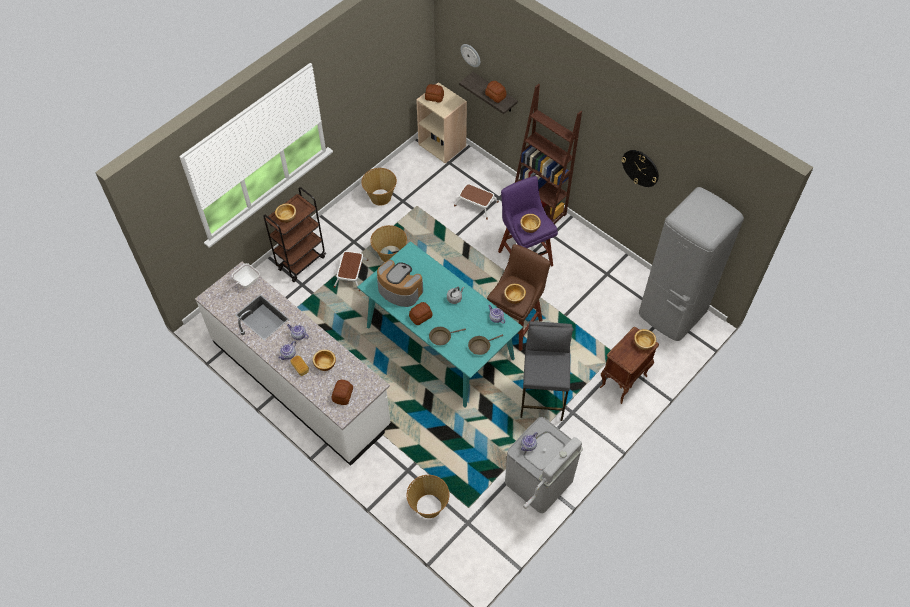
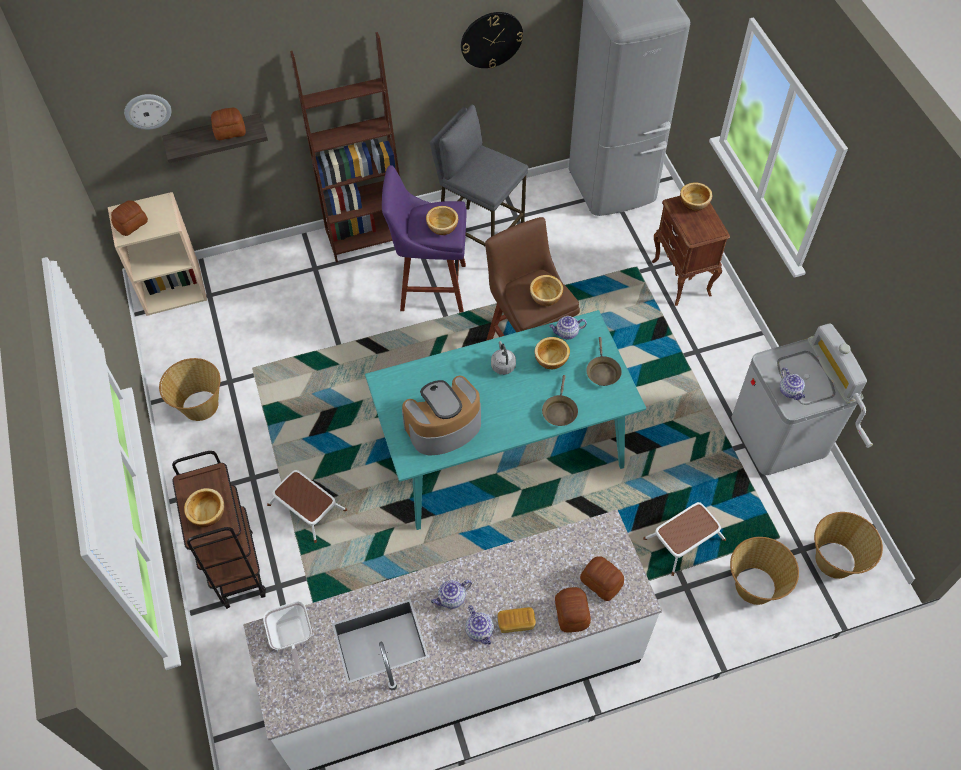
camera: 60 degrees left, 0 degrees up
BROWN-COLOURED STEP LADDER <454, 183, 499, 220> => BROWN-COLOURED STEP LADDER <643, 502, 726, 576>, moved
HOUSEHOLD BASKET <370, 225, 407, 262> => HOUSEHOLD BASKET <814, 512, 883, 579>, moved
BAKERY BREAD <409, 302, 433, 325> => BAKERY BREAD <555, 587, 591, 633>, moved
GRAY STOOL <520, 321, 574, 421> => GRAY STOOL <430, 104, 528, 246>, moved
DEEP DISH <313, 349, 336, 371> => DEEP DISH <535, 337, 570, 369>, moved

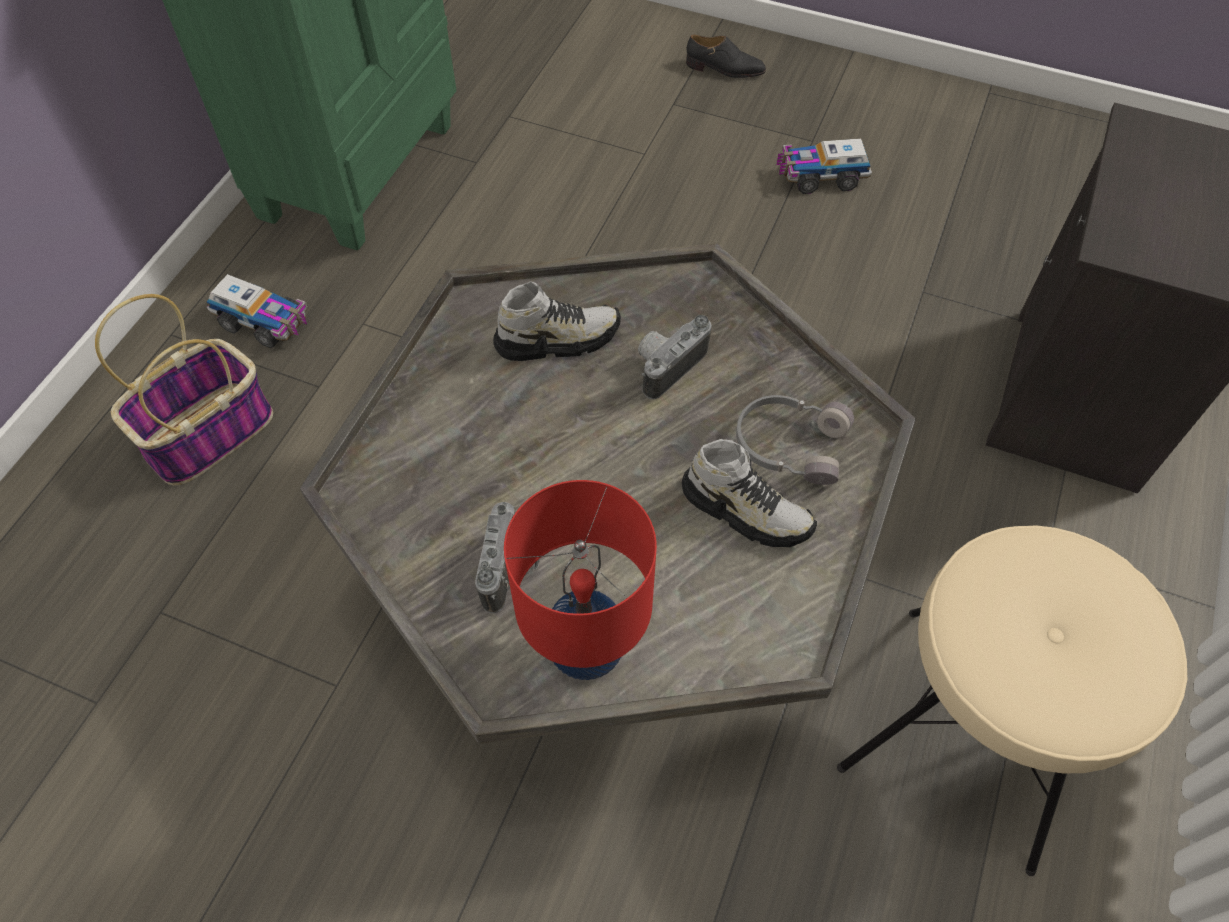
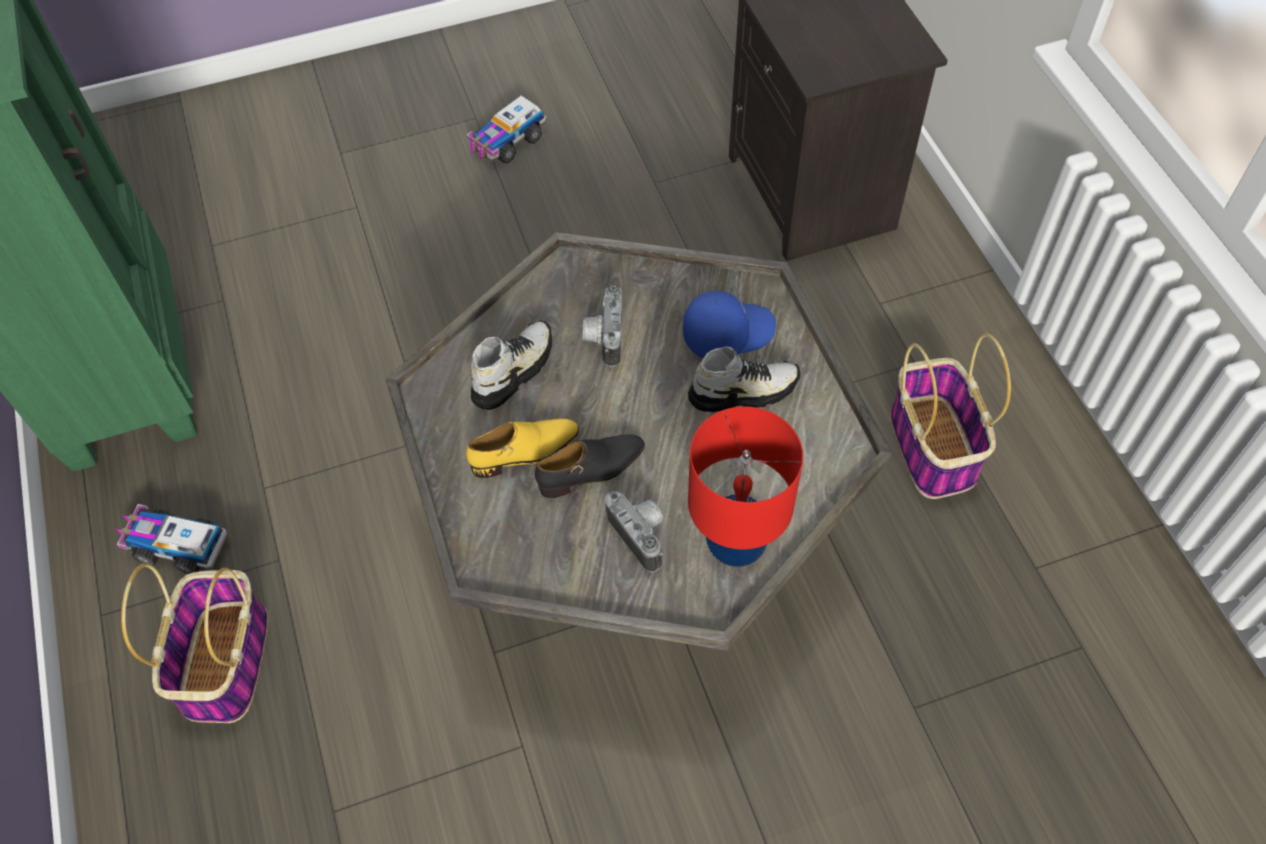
camera: 40 degrees left, 0 degrees up
BLACK ITEM OF FOOTWEAR <686, 35, 766, 78> => BLACK ITEM OF FOOTWEAR <535, 434, 645, 498>, moved
TOY TRUCK <207, 274, 307, 349> => TOY TRUCK <116, 504, 228, 574>, 150 degrees counterclockwise
GRAY HEADPHONES <736, 395, 854, 485> => BLUISH CAP <683, 291, 776, 358>
BEIGE-COLOURED STOOL <837, 525, 1187, 876> => HOUSEHOLD BASKET <890, 333, 1011, 499>
nothing => YELLOW ITEM OF FOOTWEAR <466, 419, 579, 478>

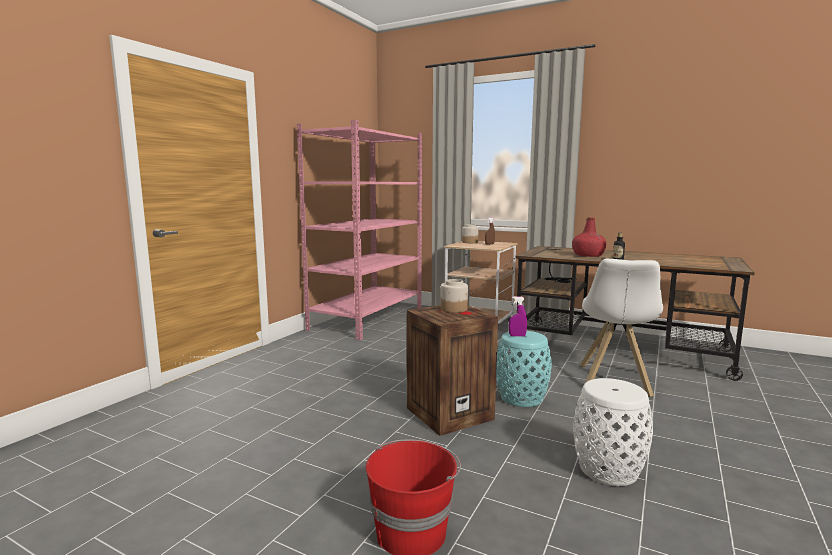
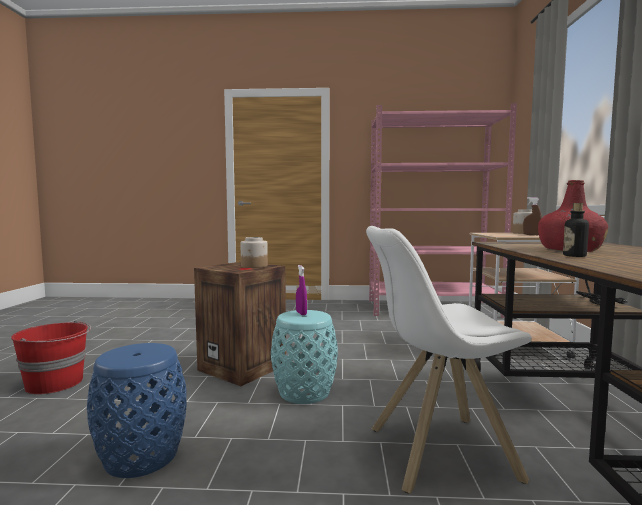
camera: 65 degrees right, 5 degrees down
WHITE STOOL <573, 378, 653, 486> => BLUISH STOOL <87, 343, 187, 478>

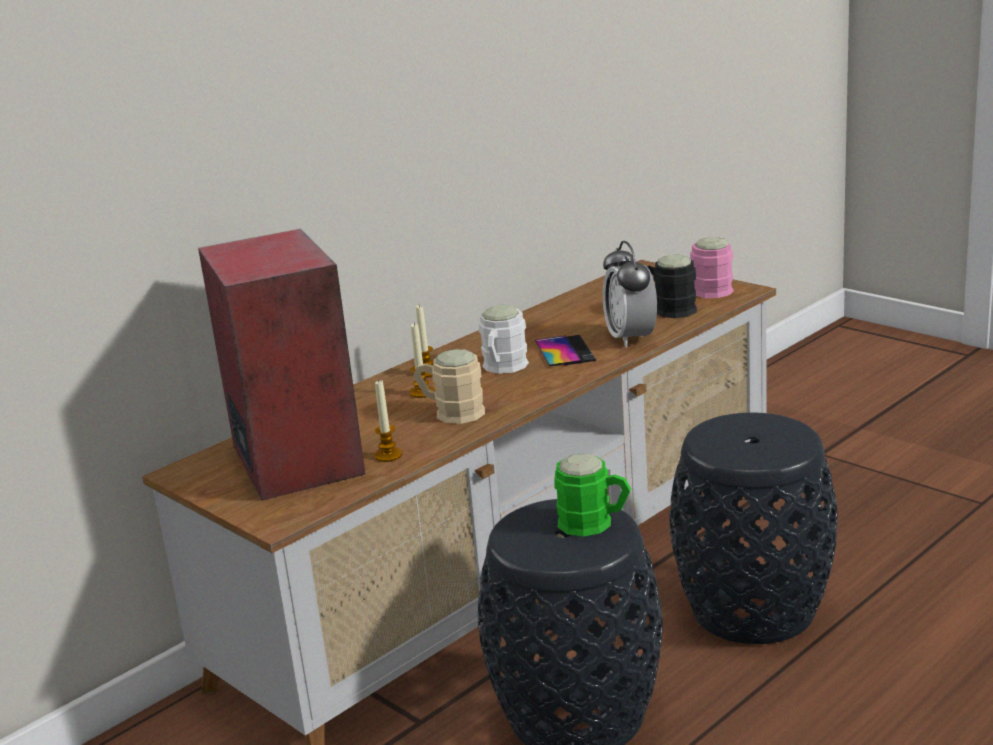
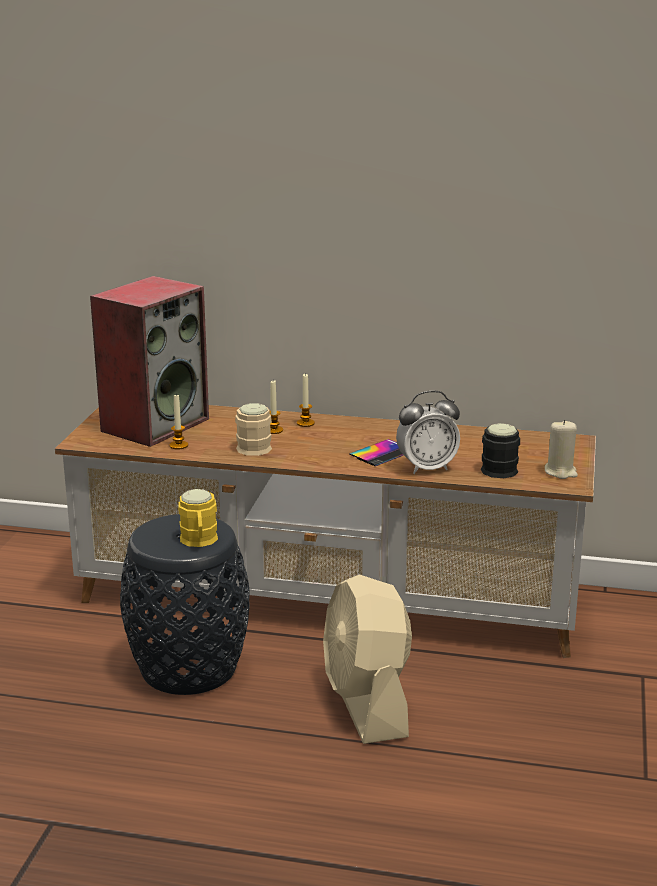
camera: 55 degrees right, 0 degrees up
PINKISH TEA MUG <690, 237, 734, 298> => BEIGE-COLOURED CANDLE <545, 420, 578, 479>
TABLE CLOCK <603, 241, 657, 348> => TABLE CLOCK <396, 390, 460, 474>, 150 degrees counterclockwise
WHITE TEA MUG <479, 305, 529, 374> => nothing
BLACK STOOL <669, 412, 838, 644> => BEIGE-COLOURED ELECTRIC FAN <323, 574, 412, 744>
GREEN TEA MUG <554, 453, 631, 537> => YELLOW TEA MUG <178, 489, 218, 547>

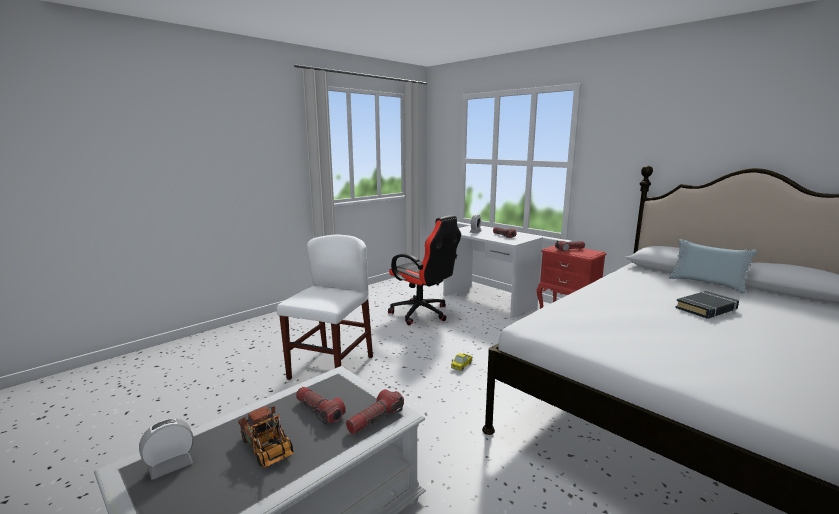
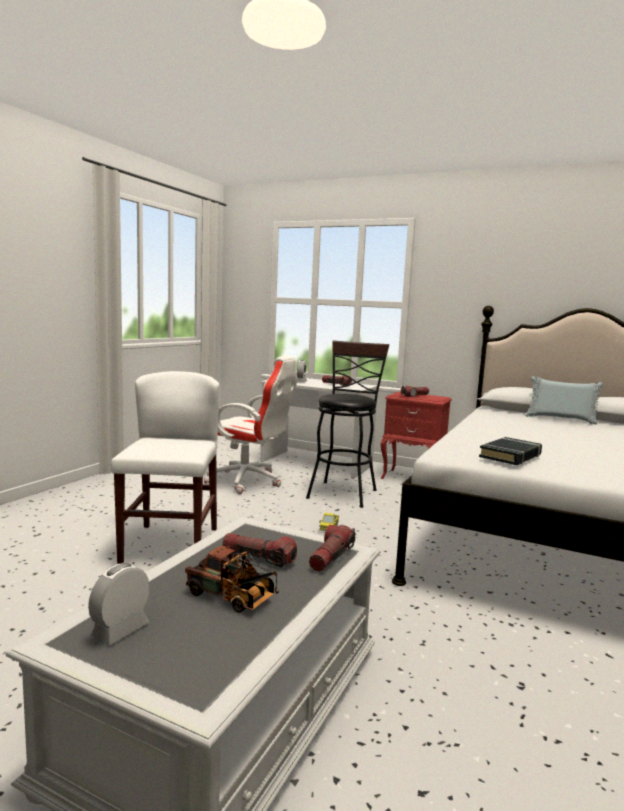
camera: 20 degrees left, 5 degrees down
BLACK DESK CHAIR <388, 215, 461, 326> => WHITE DESK CHAIR <204, 356, 298, 494>
BLACK VOLUME <675, 291, 739, 319> => BLACK VOLUME <479, 437, 542, 465>, moved
nothing => BLACK STOOL <306, 340, 389, 508>

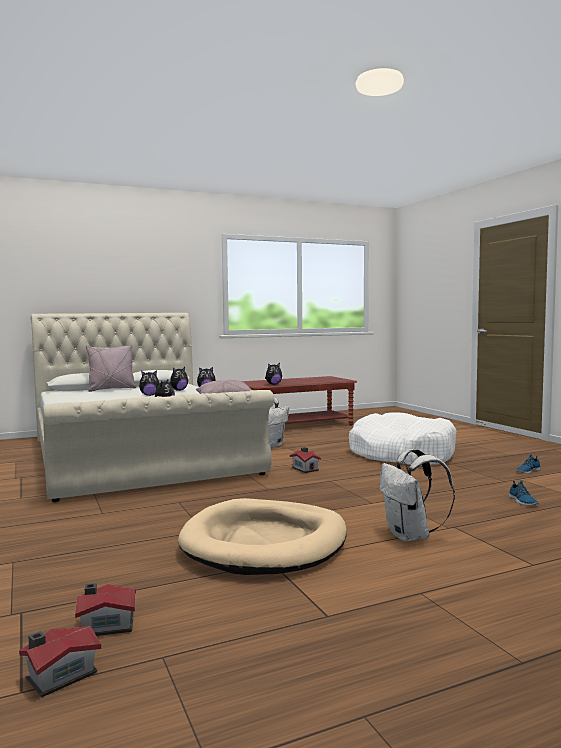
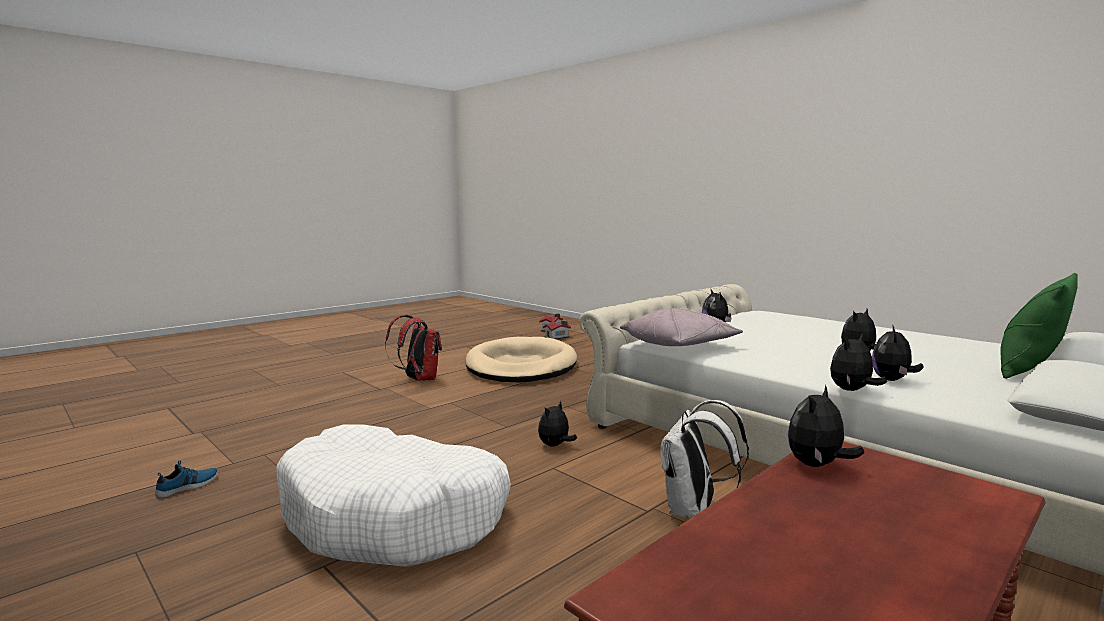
camera: 160 degrees right, 5 degrees up
PURPLE PILLOW <86, 345, 137, 392> => GREEN PILLOW <1000, 273, 1078, 379>
MODEL HOUSE <290, 447, 321, 473> => SOFT TOY <538, 401, 577, 446>
WHITE BACKPACK <380, 449, 455, 542> => REDDISH BACKPACK <385, 315, 442, 381>
ITEM OF FOOTWEAR <508, 481, 539, 506> => nothing

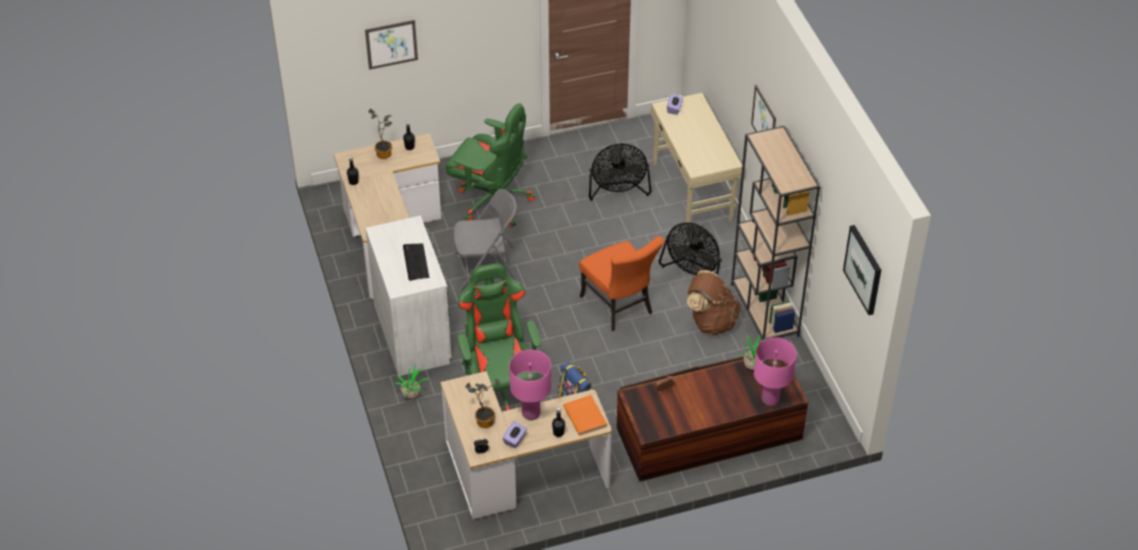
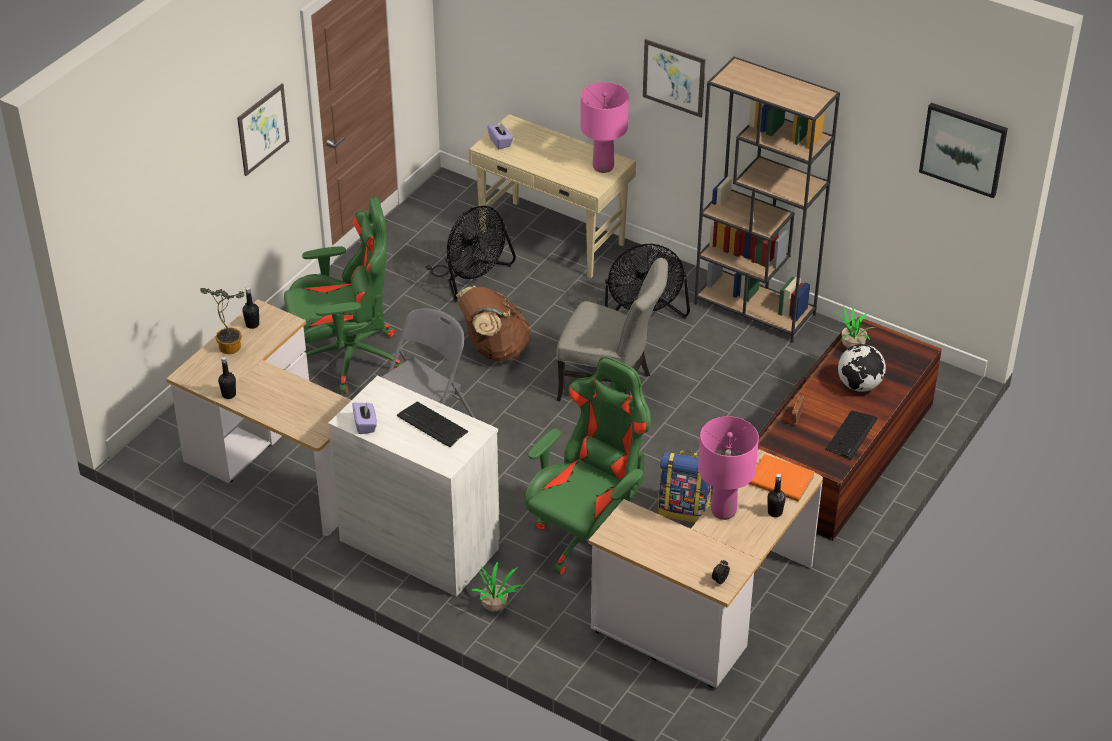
camera: 40 degrees left, 5 degrees down
WALL ART <365, 20, 418, 70> => WALL ART <237, 83, 289, 176>, moved
ORANGE-COLOURED PLAIN CHAIR <579, 236, 665, 331> => GRAY PLAIN CHAIR <556, 258, 668, 401>
GREEN DESK CHAIR <458, 263, 541, 411> => GREEN DESK CHAIR <525, 357, 651, 575>, 90 degrees clockwise
BROWN-COLOURED BACKPACK <687, 270, 741, 335> => BROWN-COLOURED BACKPACK <456, 286, 531, 362>, moved
PINKISH LAMP FOR A TABLE <754, 337, 797, 406> => PINKISH LAMP FOR A TABLE <580, 82, 629, 173>, moved
PLANT IN A POT <465, 379, 500, 428> => nothing
PURPLE BOX OF TISSUES <503, 421, 527, 448> => PURPLE BOX OF TISSUES <352, 402, 377, 434>, moved
nothing => WORLD GLOBE <838, 344, 886, 392>
nothing => KEYBOARD <825, 410, 877, 460>

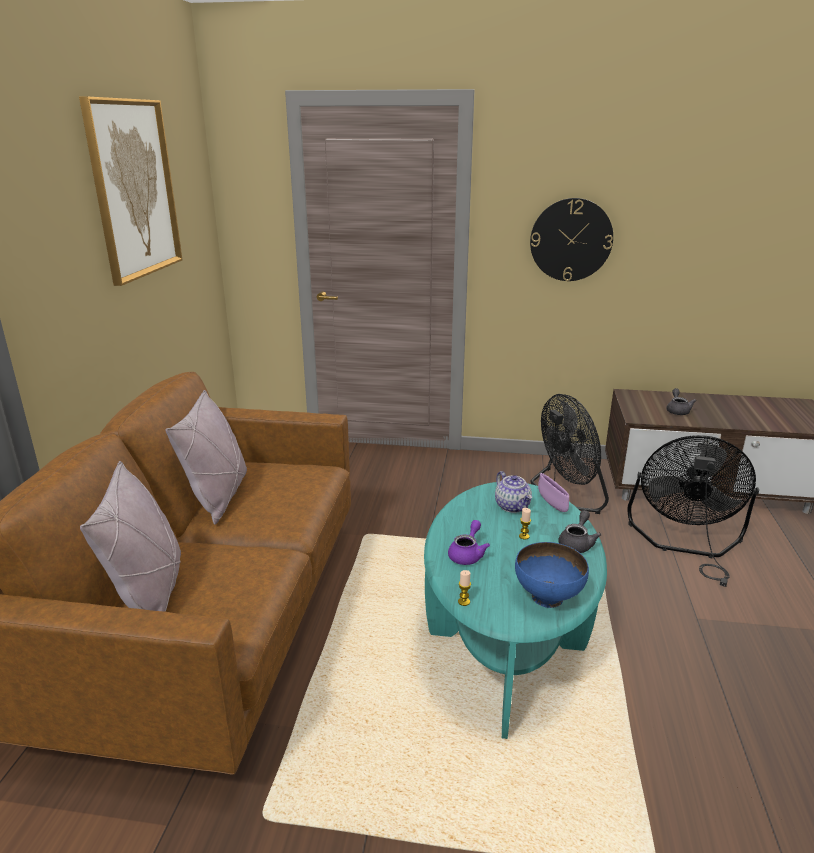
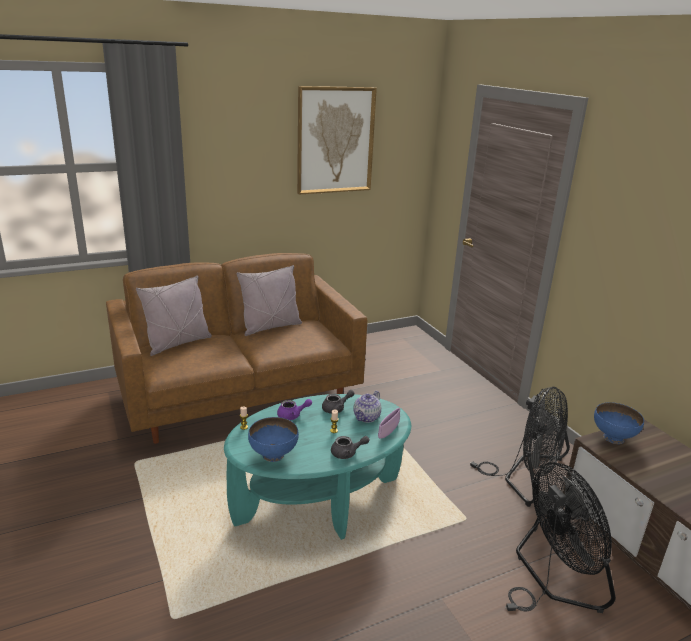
camera: 55 degrees right, 0 degrees up
CLOCK ON THE WALL <530, 198, 613, 281> => nothing
GRAY TEA POT <666, 388, 696, 415> => GRAY TEA POT <322, 390, 355, 414>, moved
nothing => BLUISH DEEP DISH <594, 402, 644, 444>

